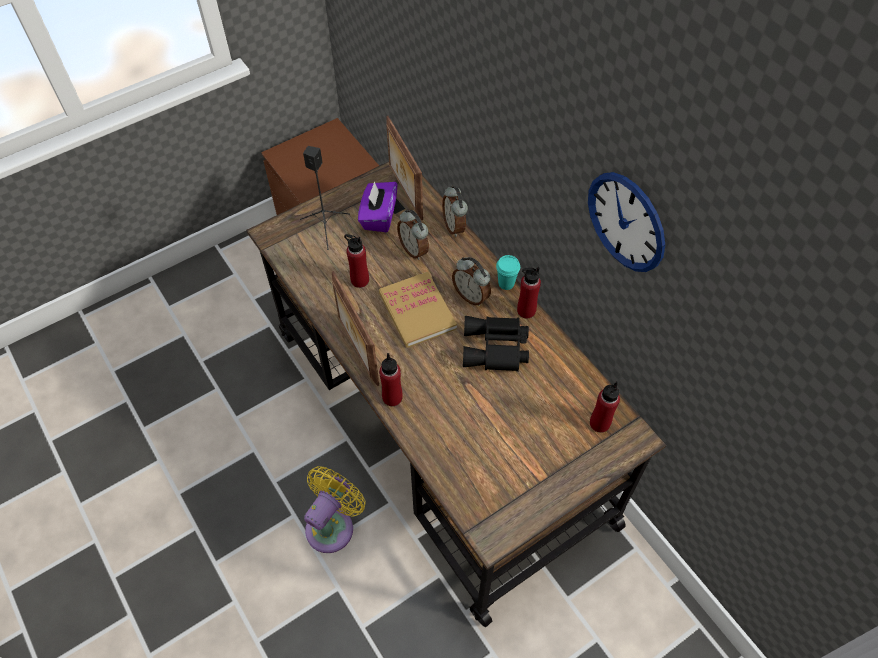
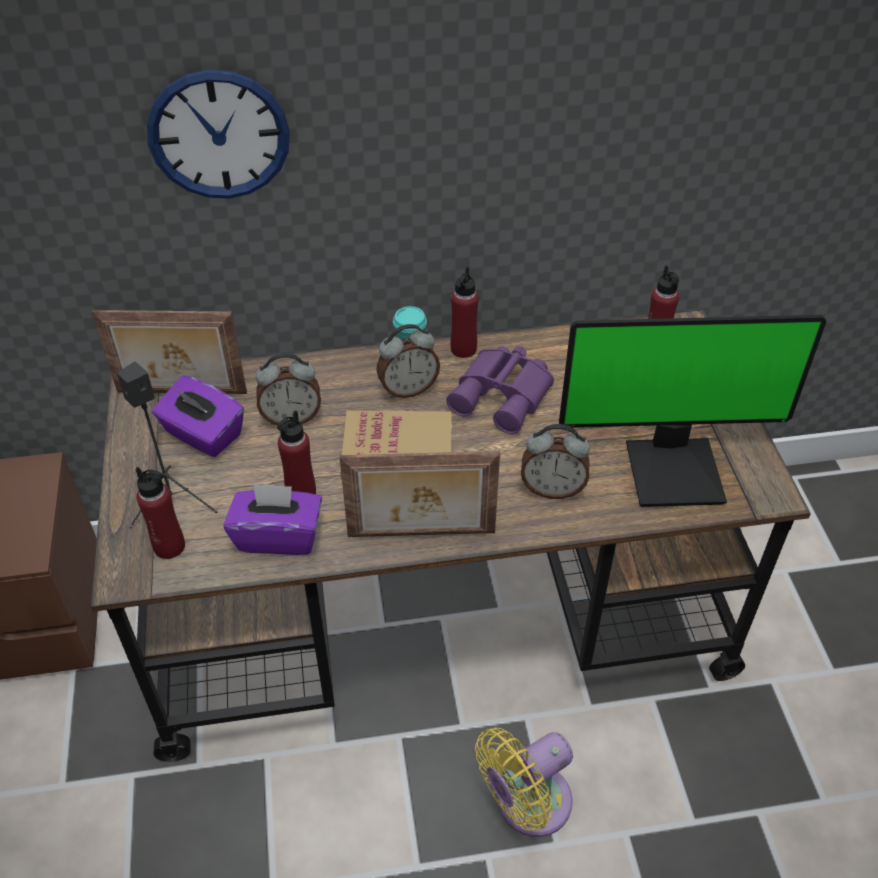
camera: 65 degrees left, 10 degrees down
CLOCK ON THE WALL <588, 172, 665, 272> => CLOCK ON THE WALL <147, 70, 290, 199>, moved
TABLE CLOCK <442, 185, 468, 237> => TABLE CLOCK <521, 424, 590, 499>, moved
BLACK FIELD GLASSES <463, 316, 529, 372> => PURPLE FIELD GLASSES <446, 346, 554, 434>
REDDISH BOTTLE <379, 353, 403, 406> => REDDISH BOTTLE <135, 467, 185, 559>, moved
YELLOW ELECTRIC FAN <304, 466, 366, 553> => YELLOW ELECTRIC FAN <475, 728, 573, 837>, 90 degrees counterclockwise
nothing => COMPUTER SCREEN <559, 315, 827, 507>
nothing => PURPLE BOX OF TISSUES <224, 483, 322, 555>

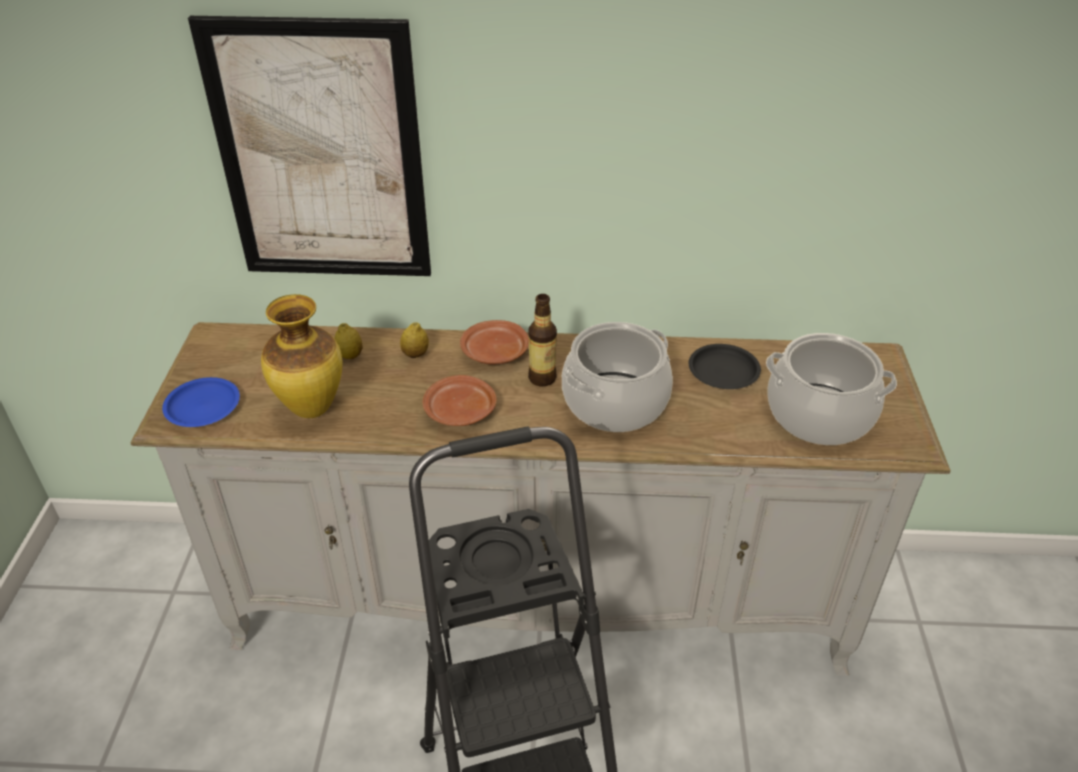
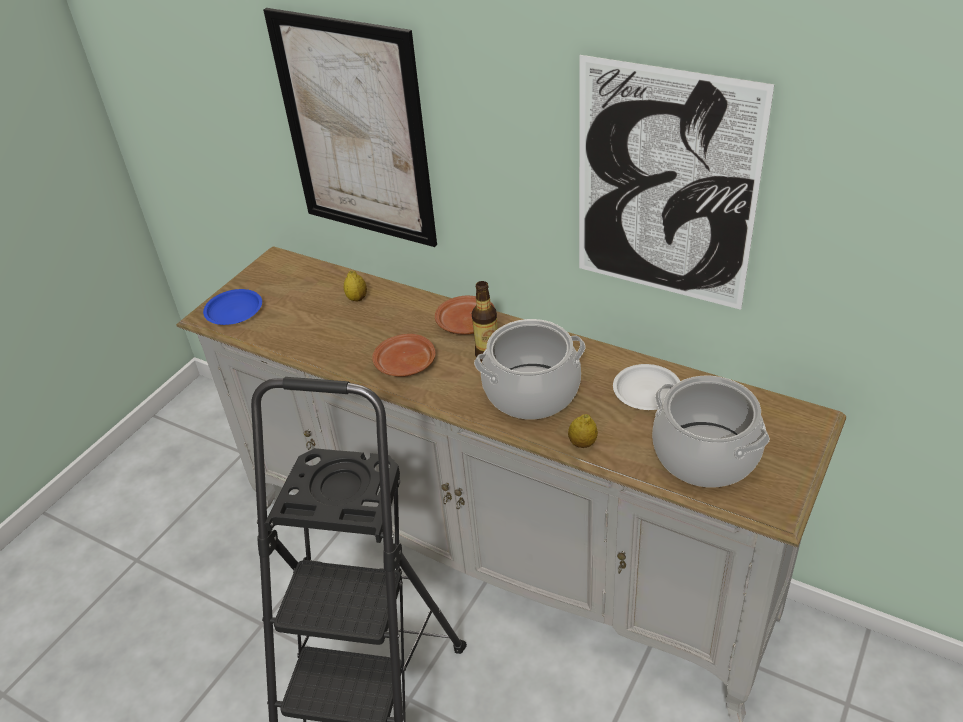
camera: 30 degrees right, 0 degrees up
FLOWER VASE <261, 294, 343, 418> => nothing
LEMON <400, 322, 429, 358> => LEMON <568, 414, 598, 448>, moved
BLACK DINNER PLATE <689, 344, 761, 389> => WHITE DINNER PLATE <613, 364, 680, 410>
nothing => WALL ART <579, 55, 775, 310>

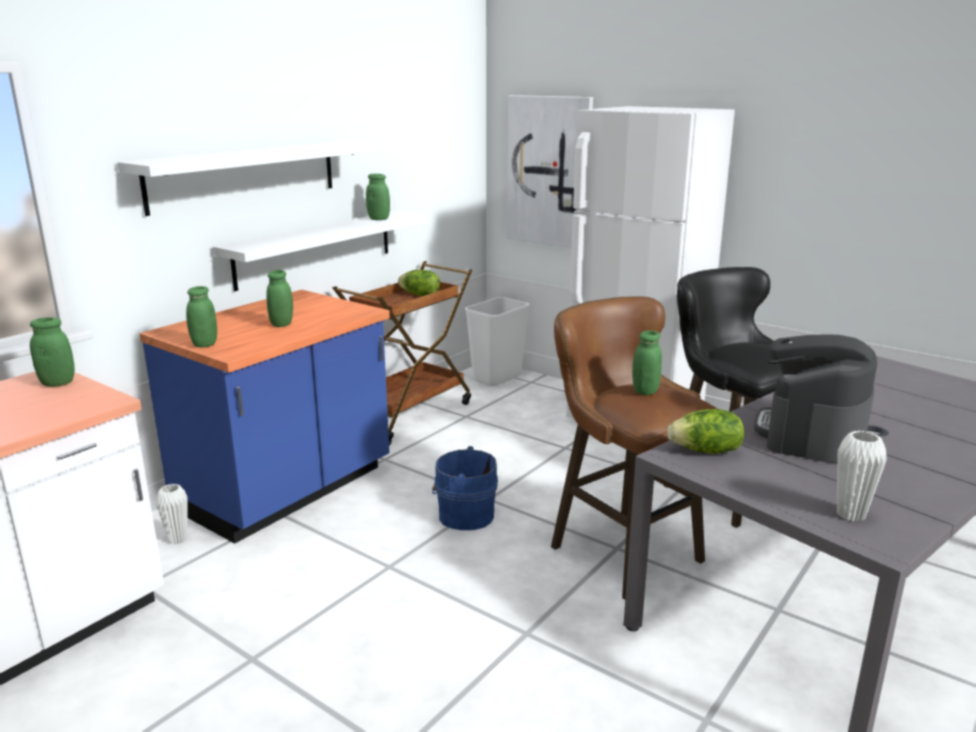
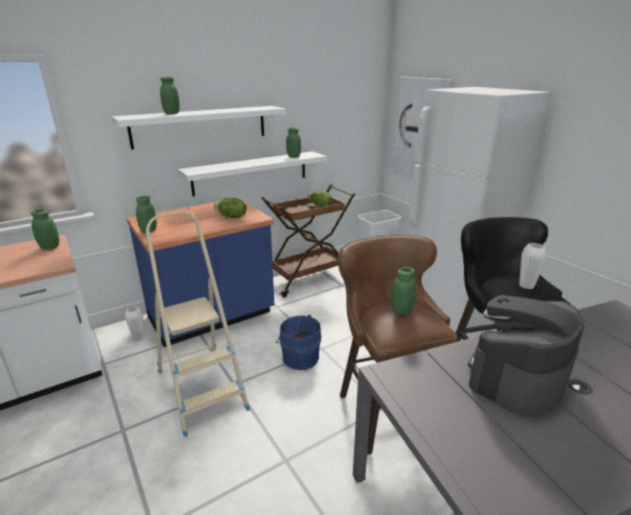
camera: 20 degrees right, 5 degrees up
GREEN STORAGE JAR <266, 270, 293, 327> => GREEN STORAGE JAR <160, 77, 180, 114>, moved
HEAD OF LETTUCE <667, 409, 744, 454> => HEAD OF LETTUCE <214, 198, 247, 218>, moved
WHITE FLOWER VASE <837, 430, 887, 522> => WHITE FLOWER VASE <519, 243, 547, 289>, moved
nothing => BEIGE-COLOURED STEP LADDER <146, 211, 250, 437>

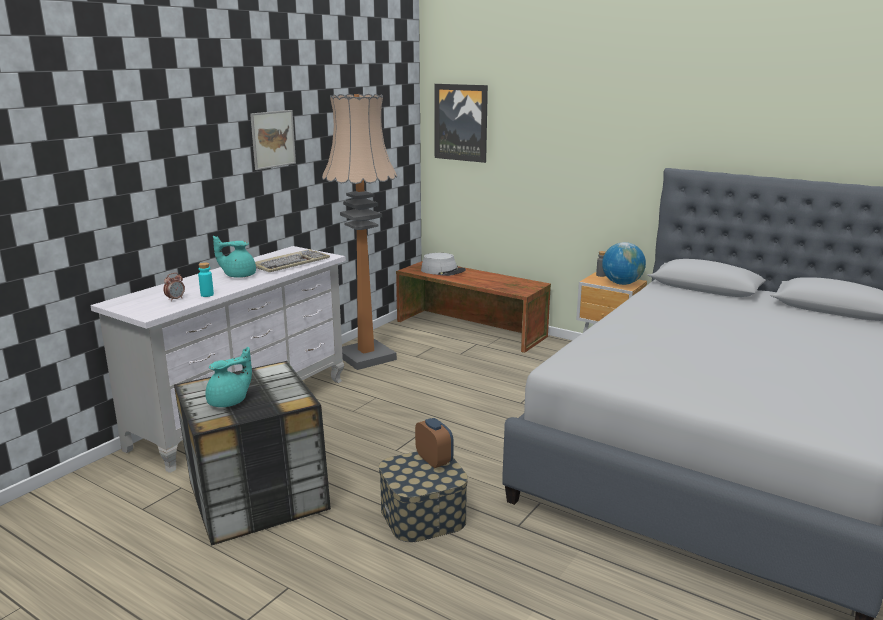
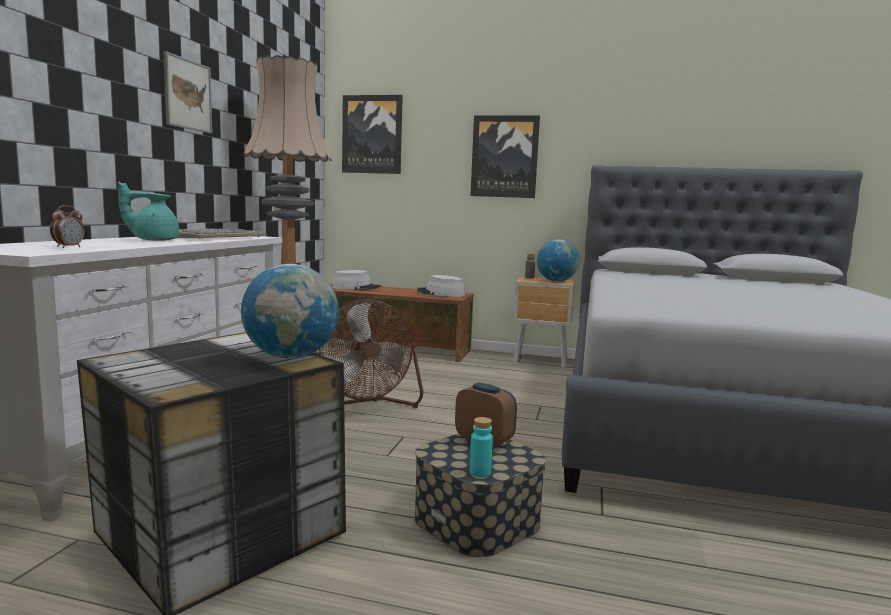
camera: 20 degrees left, 10 degrees down
TURQUOISE BOTTLE <198, 262, 214, 297> => TURQUOISE BOTTLE <470, 417, 493, 477>, moved
TURQUOISE TEA POT <206, 347, 252, 407> => nothing
nothing => WALL ART <470, 115, 540, 198>
nothing => WORLD GLOBE <241, 264, 339, 359>
nothing => GRAY HAT <417, 275, 465, 297>
nothing => BROWN-COLOURED ELECTRIC FAN <314, 299, 423, 408>

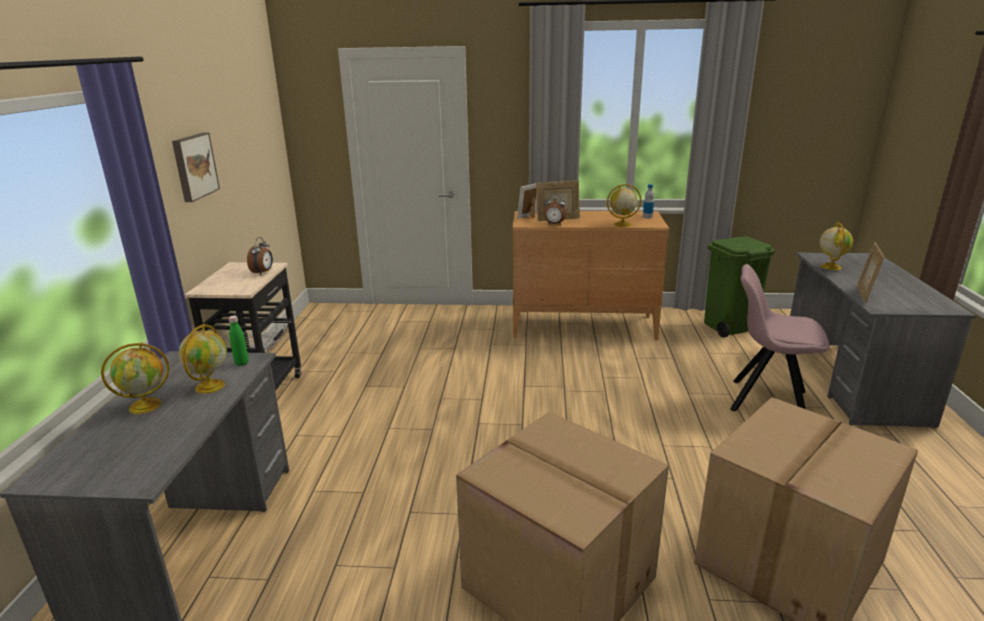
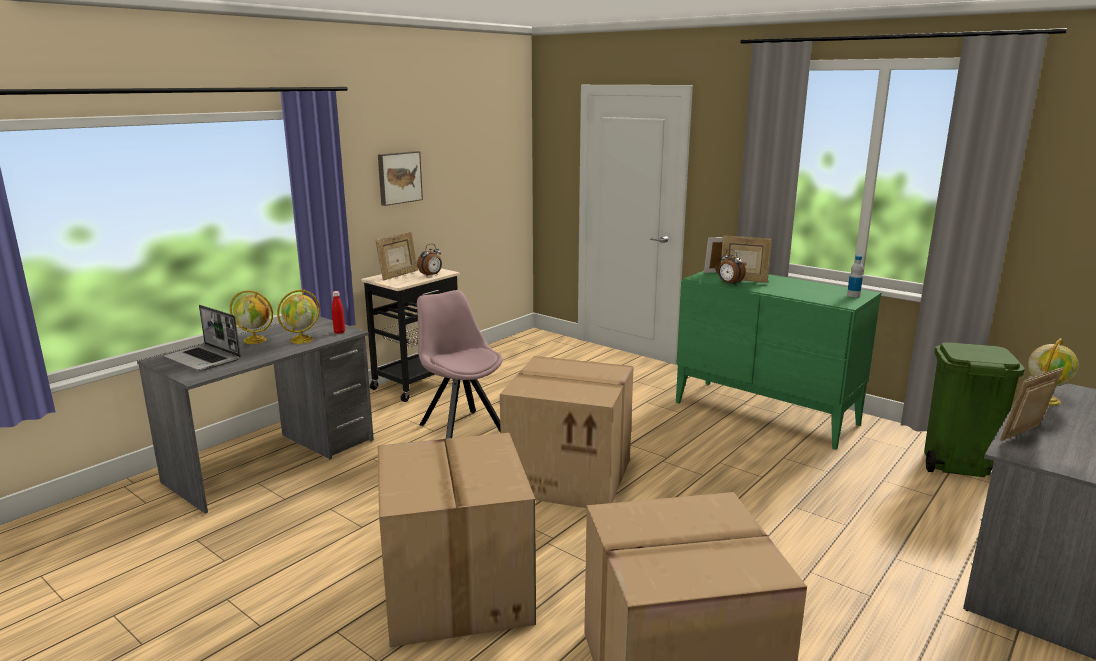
camera: 35 degrees right, 5 degrees down
WORLD GLOBE <607, 184, 642, 227> => nothing
BROWN-COLOURED STORAGE CABINET <513, 211, 669, 340> => GREEN STORAGE CABINET <676, 271, 881, 450>
PINKISH PLAIN CHAIR <730, 264, 829, 411> => PINKISH PLAIN CHAIR <417, 290, 502, 439>, moved
GREEN BOTTLE <229, 315, 249, 366> => REDDISH BOTTLE <332, 291, 345, 334>
nothing => PHOTO FRAME <376, 232, 418, 280>
nothing => NOTEBOOK COMPUTER <164, 305, 241, 371>
nothing => CARTON <500, 356, 634, 508>

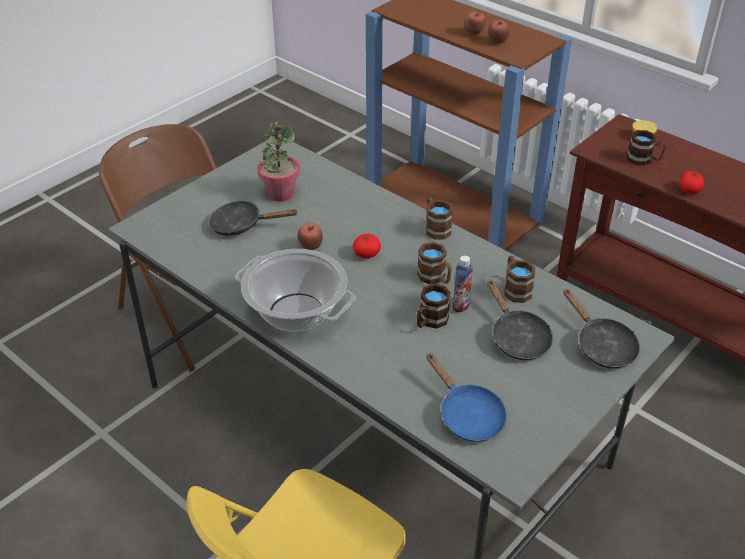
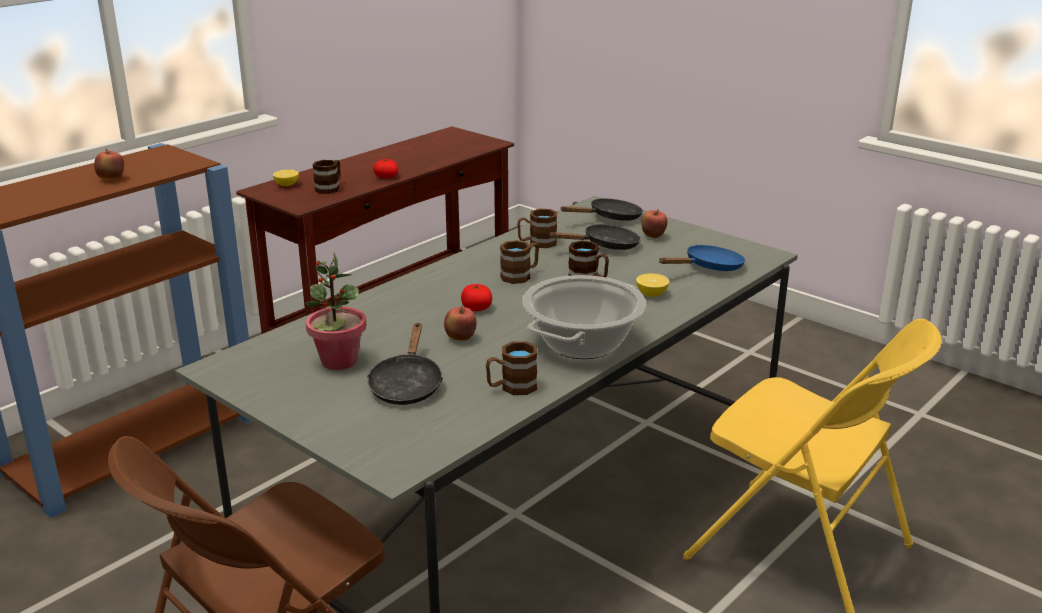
camera: 90 degrees left, 15 degrees down
APPLE <488, 20, 509, 44> => APPLE <641, 209, 667, 238>, moved
BROWN-COLOURED TEA MUG <426, 197, 453, 239> => BROWN-COLOURED TEA MUG <486, 341, 537, 395>, moved
BOTTLE <453, 255, 473, 313> => nothing
nothing => LEMON <636, 274, 669, 297>

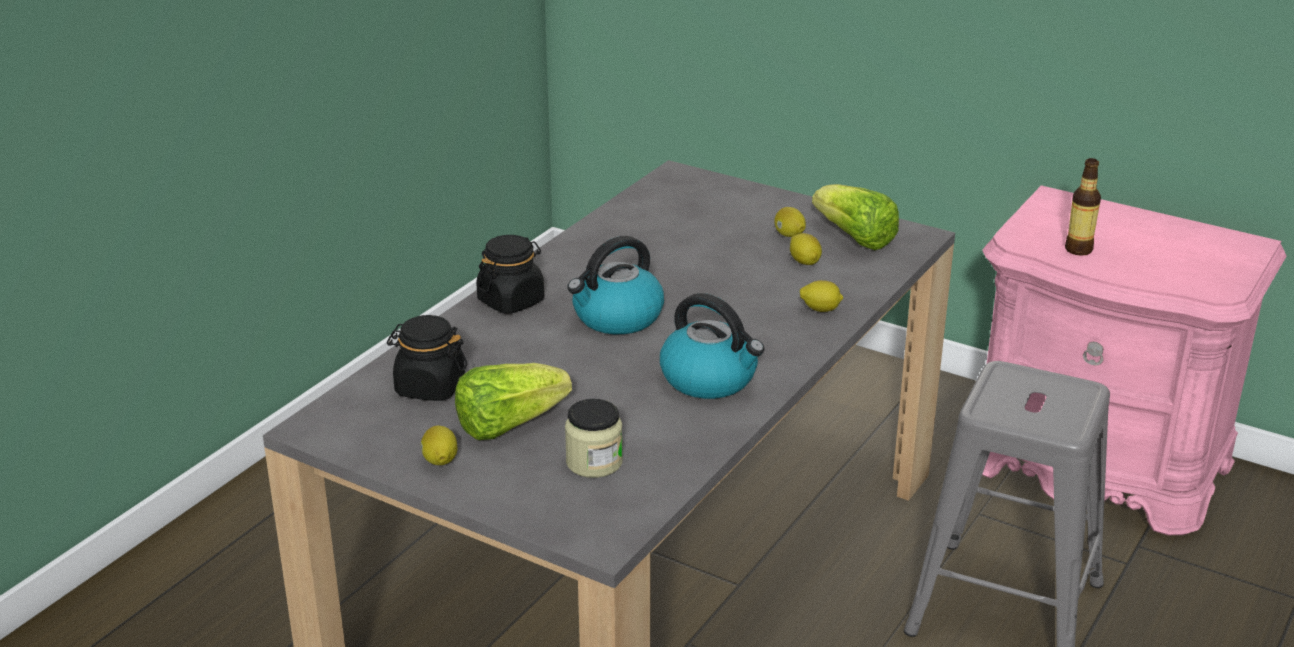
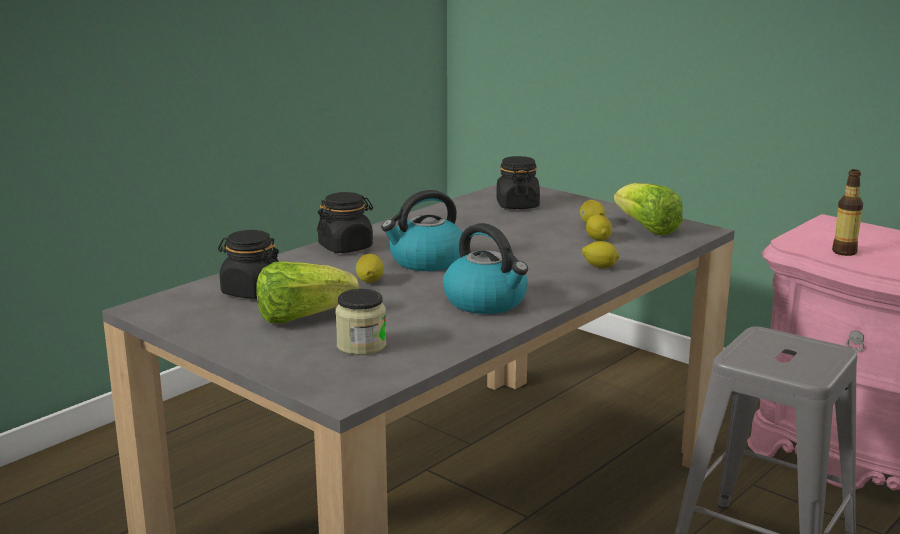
camera: 10 degrees right, 10 degrees down
LEMON <421, 426, 458, 465> => LEMON <356, 254, 383, 283>, moved
nothing => BLACK STORAGE JAR <496, 156, 540, 209>

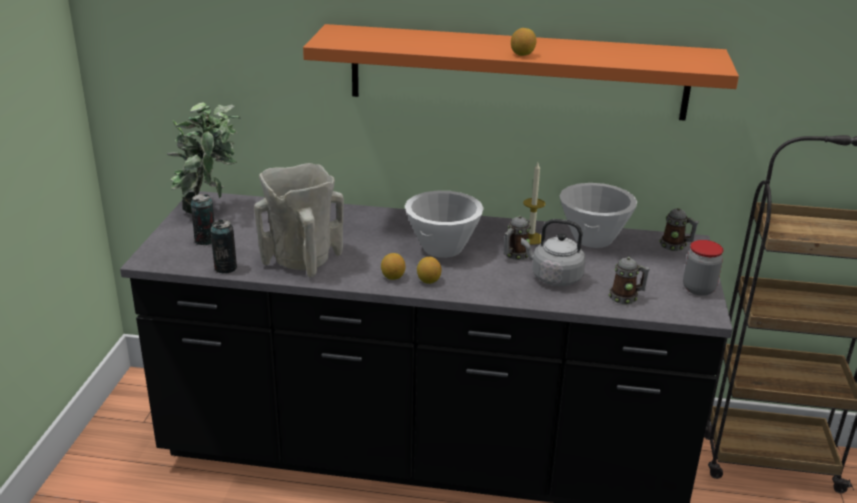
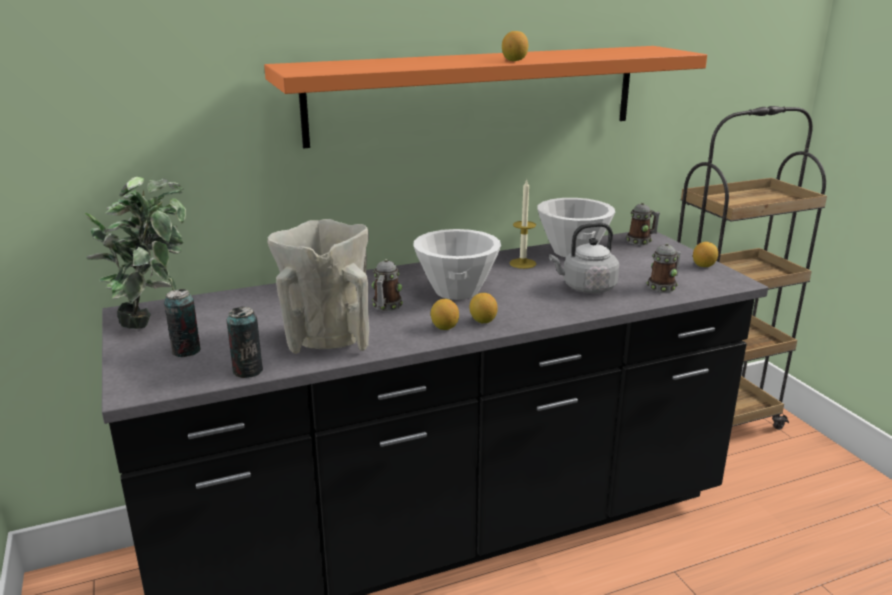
camera: 30 degrees left, 5 degrees down
TEA MUG <503, 216, 531, 260> => TEA MUG <372, 259, 403, 311>, moved
STORAGE JAR <683, 240, 723, 296> => LEMON <693, 242, 718, 267>

